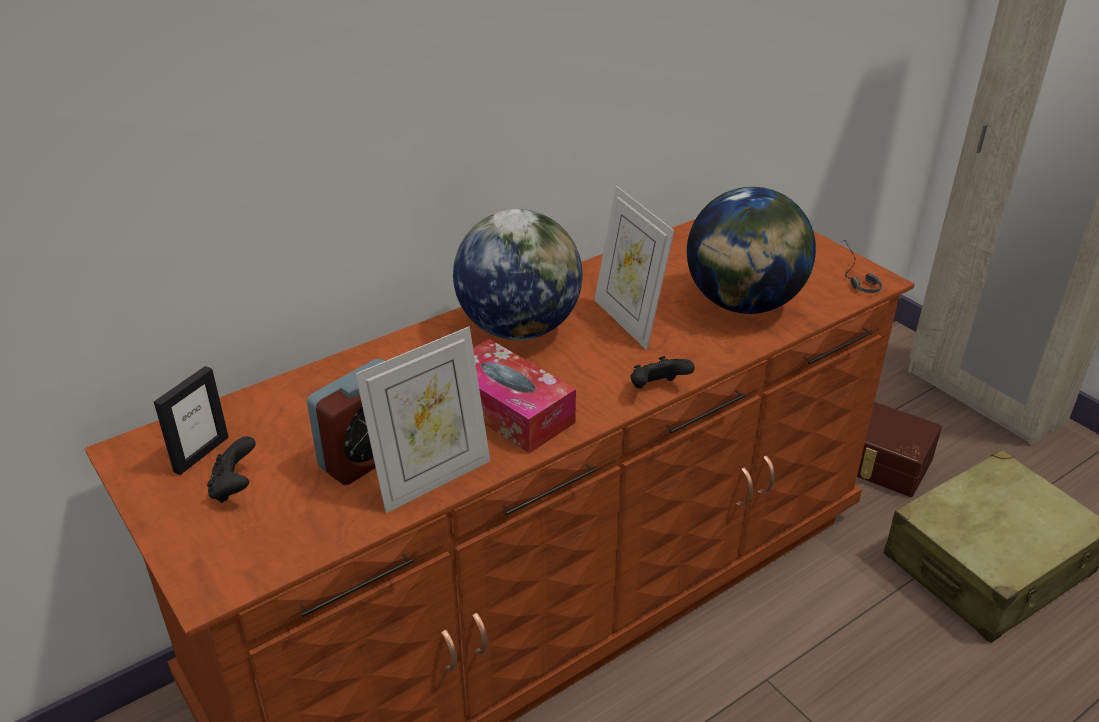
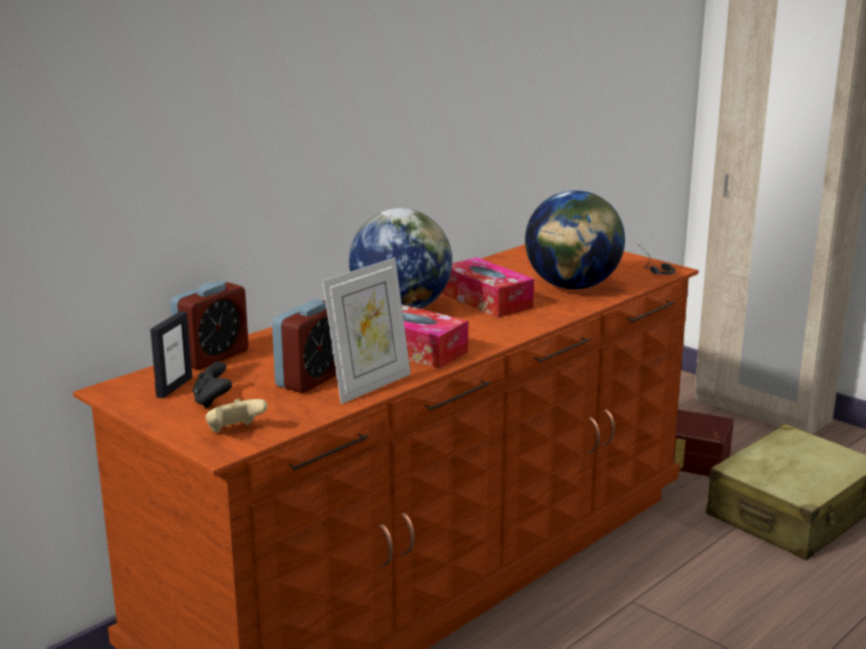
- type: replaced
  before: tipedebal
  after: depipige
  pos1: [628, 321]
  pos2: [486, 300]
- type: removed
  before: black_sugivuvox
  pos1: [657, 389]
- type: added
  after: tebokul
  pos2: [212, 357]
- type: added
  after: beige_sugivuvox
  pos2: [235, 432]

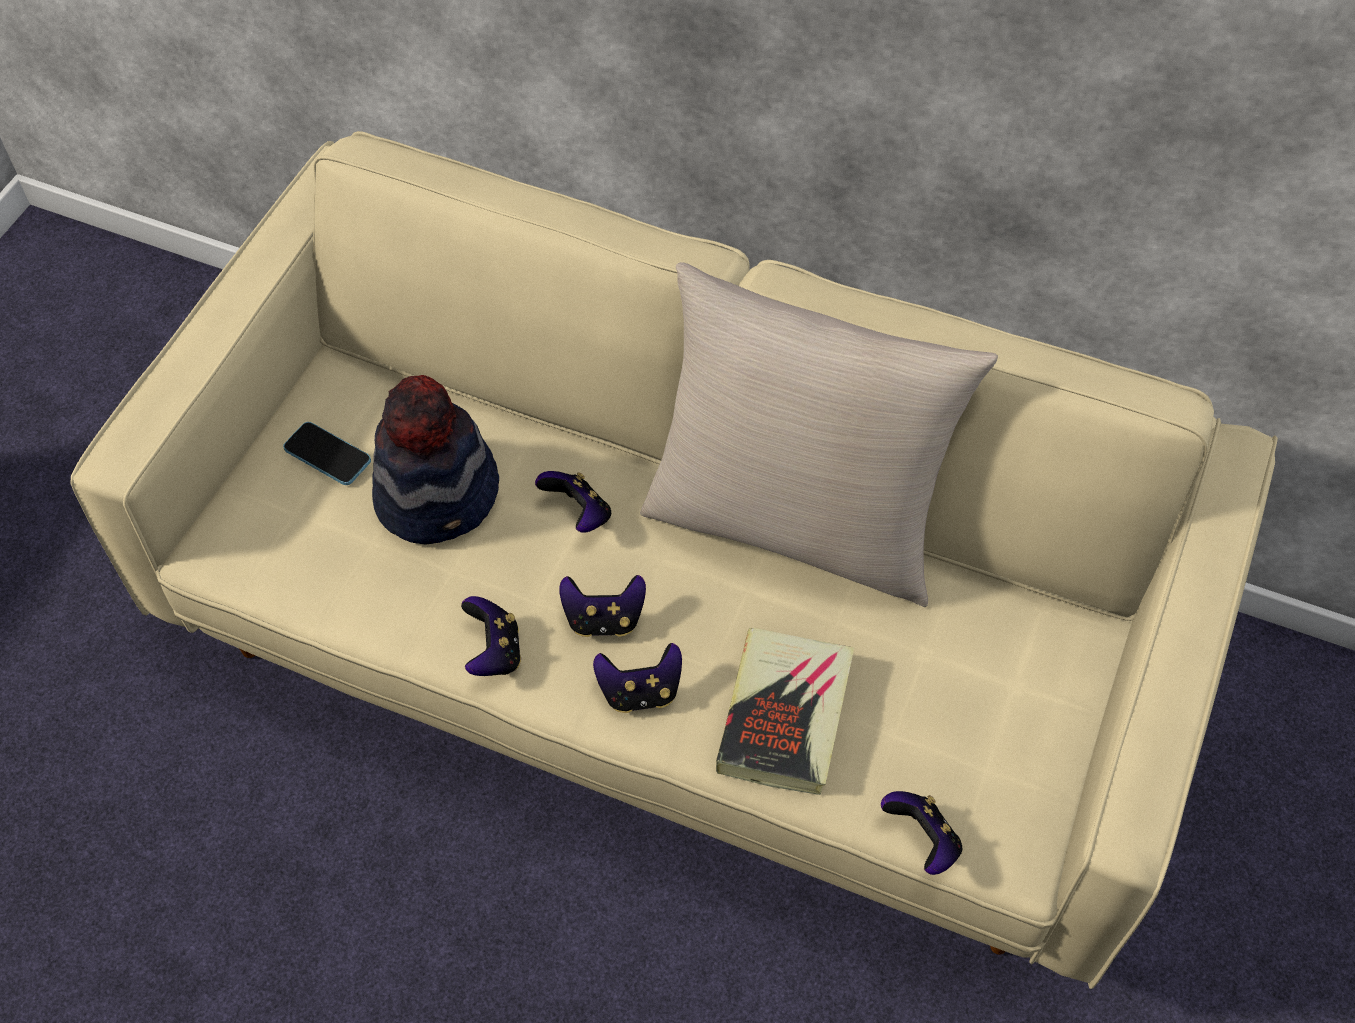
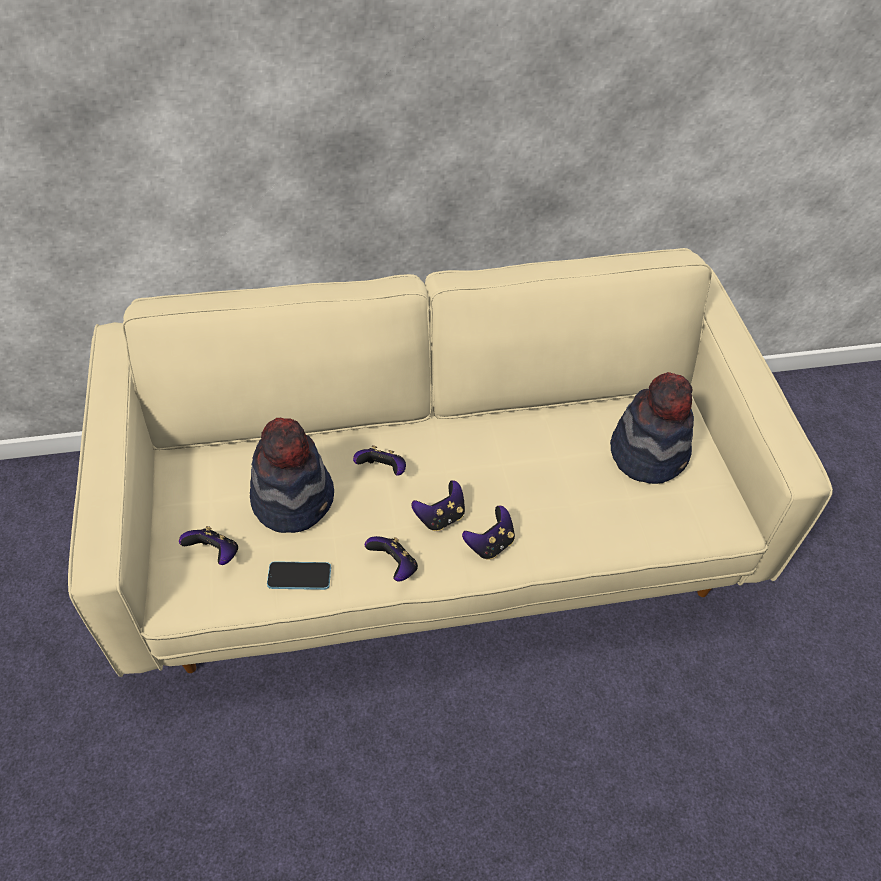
- type: moved
  before: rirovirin
  pos1: [327, 455]
  pos2: [299, 576]
- type: removed
  before: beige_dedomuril
  pos1: [796, 522]
- type: removed
  before: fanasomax
  pos1: [785, 715]
- type: moved
  before: sugivuvox
  pos1: [922, 841]
  pos2: [215, 554]
- type: added
  after: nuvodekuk
  pos2: [649, 452]

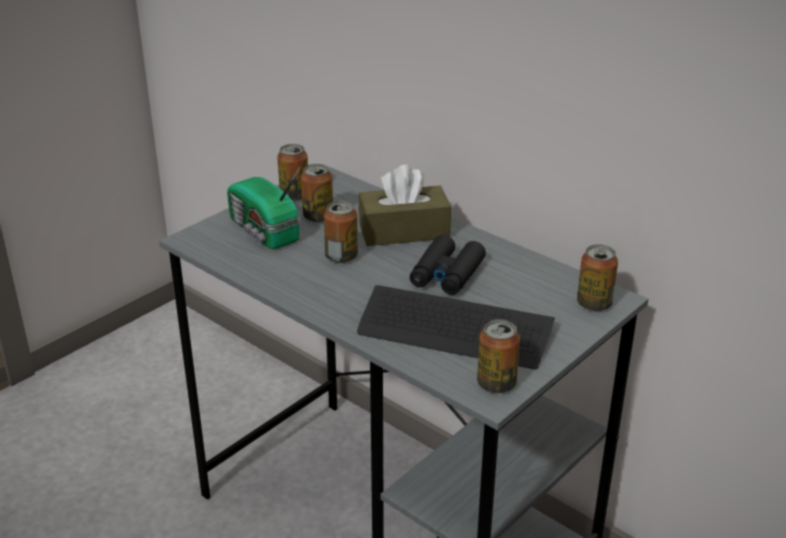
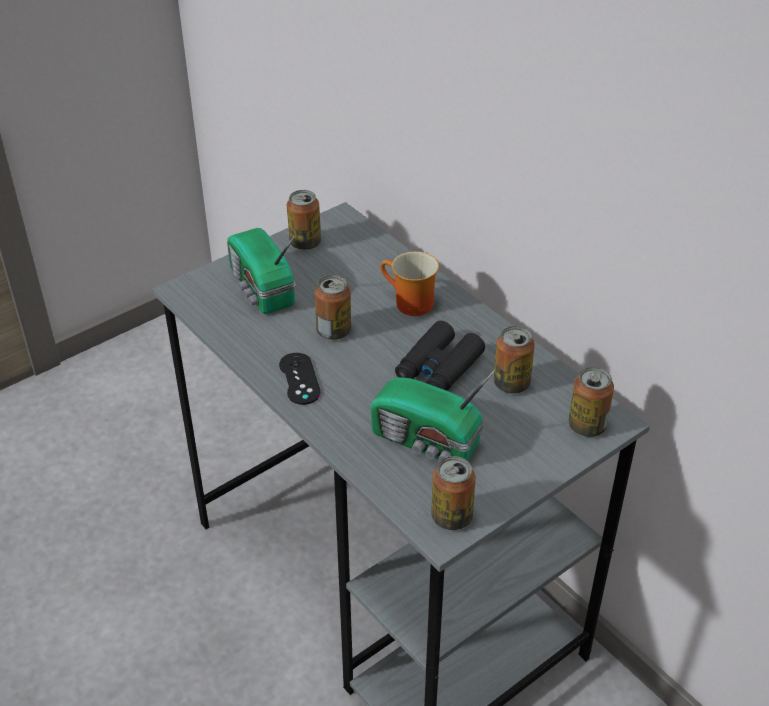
- type: moved
  before: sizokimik
  pos1: [318, 217]
  pos2: [511, 384]
- type: replaced
  before: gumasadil
  after: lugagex
  pos1: [454, 330]
  pos2: [427, 442]
- type: replaced
  before: brown_depipige
  after: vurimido
  pos1: [404, 231]
  pos2: [409, 304]
- type: added
  after: black_sugivuvox
  pos2: [299, 379]

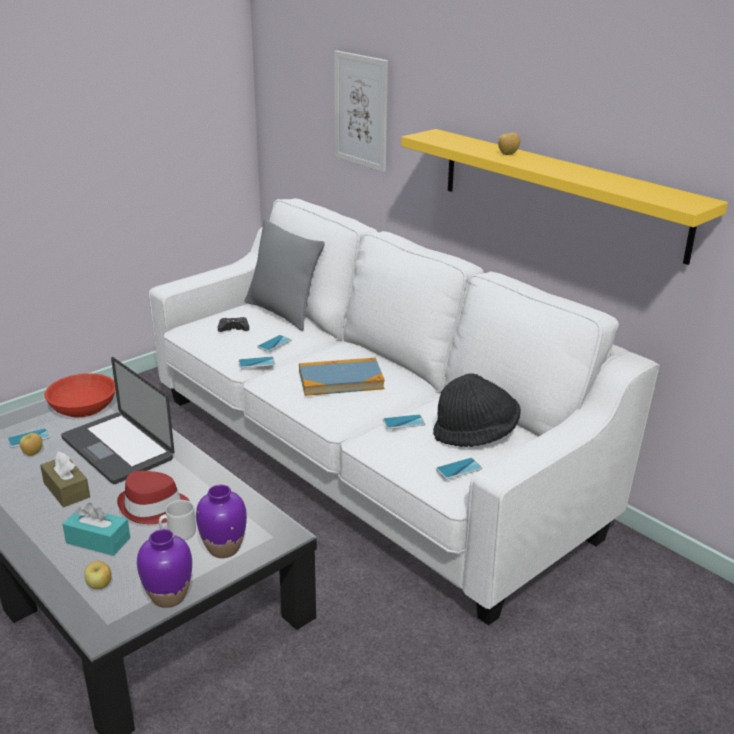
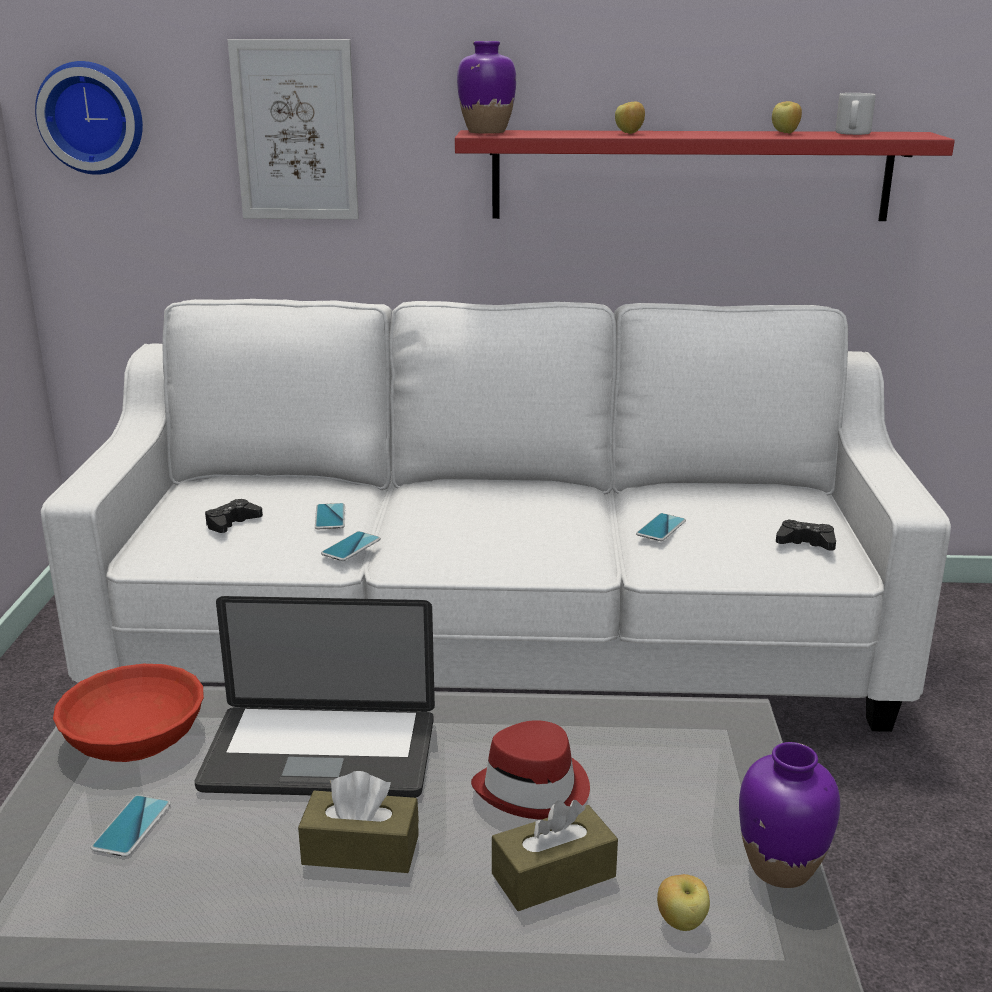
- type: moved
  before: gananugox
  pos1: [32, 453]
  pos2: [785, 133]
- type: recoloured
  before: turquoise_depipige
  after: brown_depipige
  pos1: [98, 540]
  pos2: [553, 875]
- type: moved
  before: grey_vurimido
  pos1: [178, 533]
  pos2: [852, 133]
- type: moved
  before: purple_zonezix
  pos1: [224, 548]
  pos2: [487, 132]
- type: removed
  before: grey_dedomuril
  pos1: [282, 313]
- type: removed
  before: fanasomax
  pos1: [341, 380]
- type: recoloured
  before: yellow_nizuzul
  after: red_nizuzul
  pos1: [559, 192]
  pos2: [690, 175]
- type: removed
  before: black_nuvodekuk
  pos1: [475, 434]
- type: replaced
  before: rirovirin
  after: black_sugivuvox
  pos1: [459, 469]
  pos2: [805, 543]
- type: added
  after: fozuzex
  pos2: [92, 117]

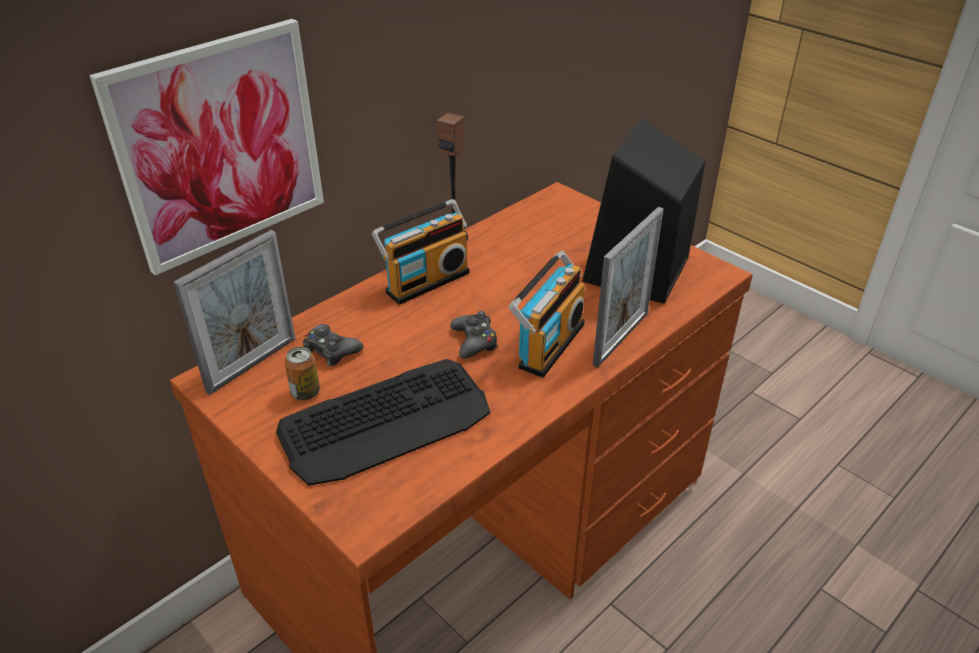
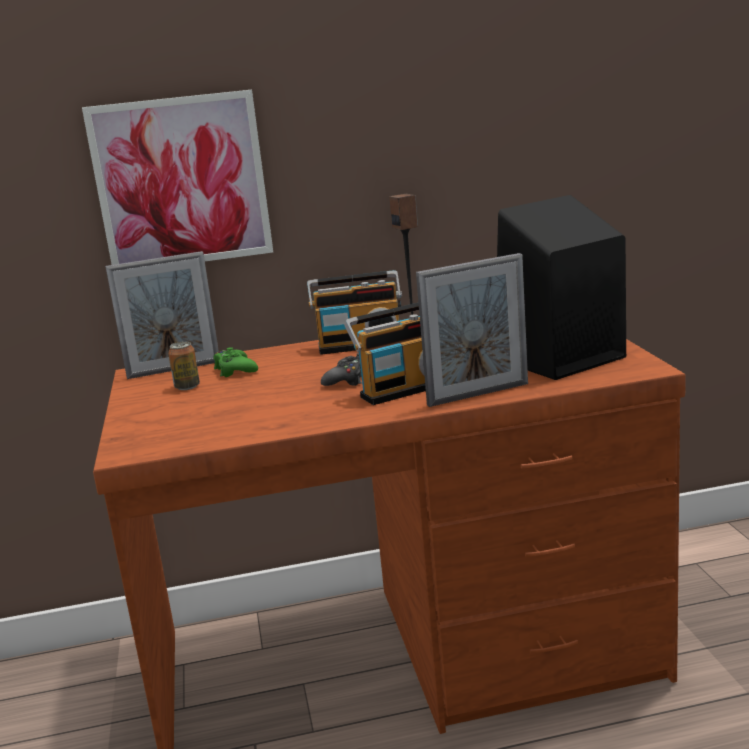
- type: removed
  before: gumasadil
  pos1: [386, 421]
- type: recoloured
  before: black_sugivuvox
  after: green_sugivuvox
  pos1: [331, 351]
  pos2: [235, 370]

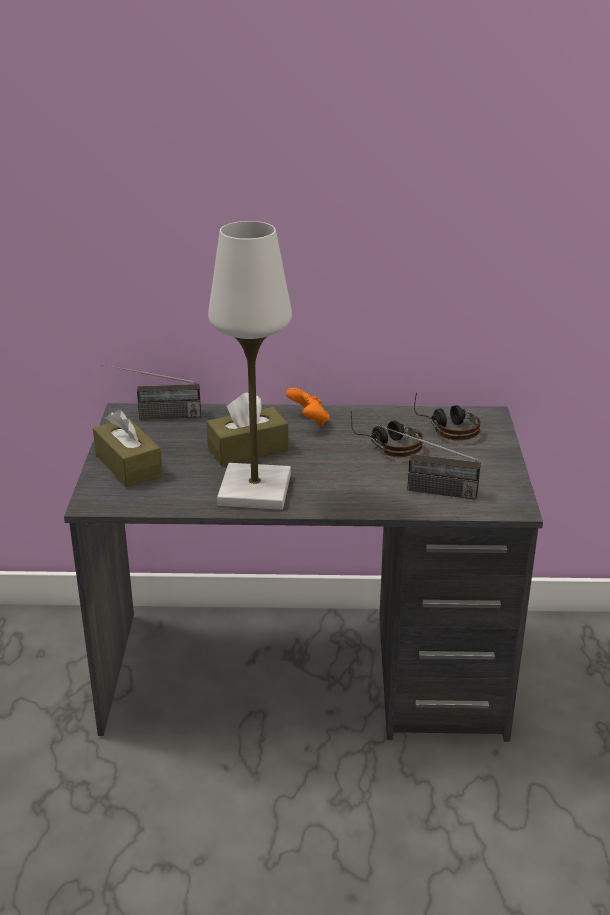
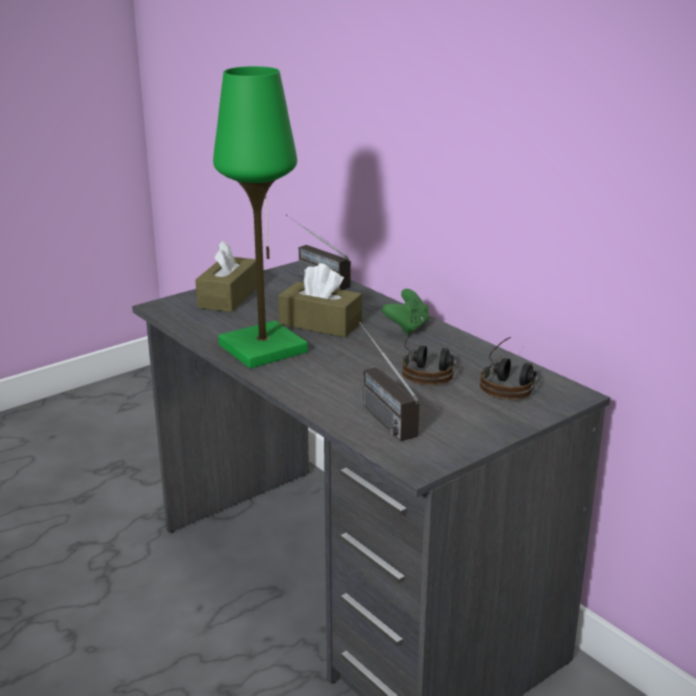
- type: recoloured
  before: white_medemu
  after: green_medemu
  pos1: [254, 490]
  pos2: [263, 348]
- type: recoloured
  before: orange_sugivuvox
  after: green_sugivuvox
  pos1: [309, 421]
  pos2: [407, 327]

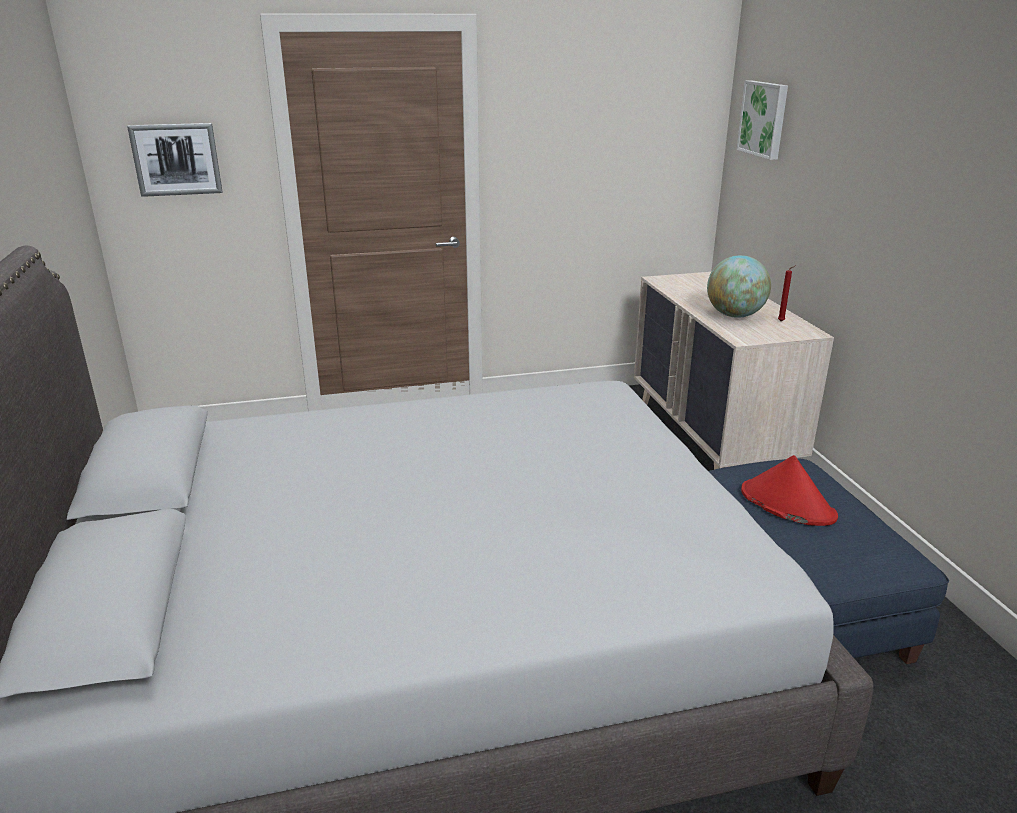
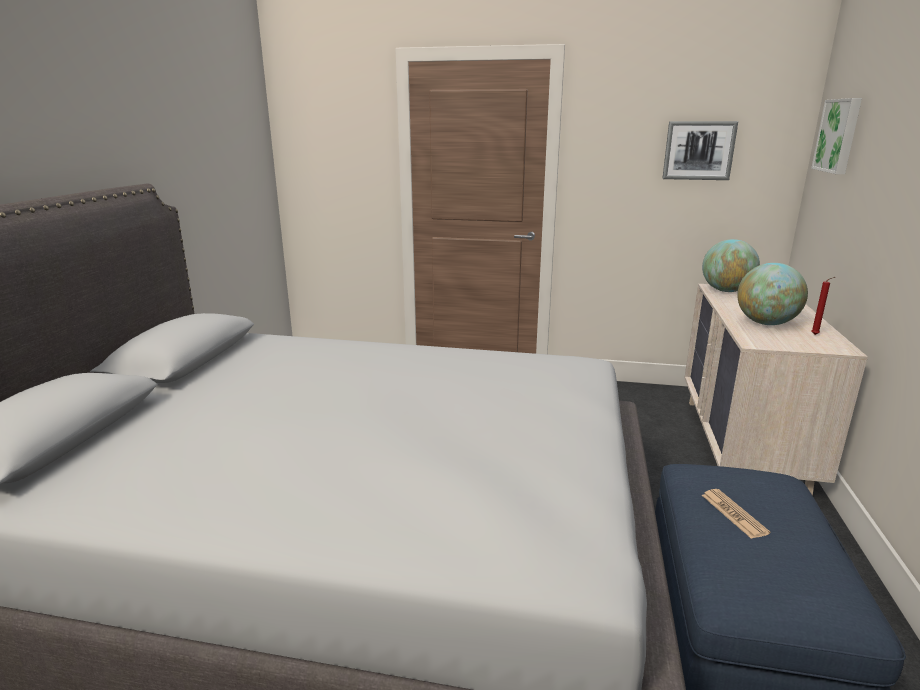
- type: moved
  before: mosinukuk
  pos1: [176, 159]
  pos2: [698, 150]
- type: replaced
  before: red_nuvodekuk
  after: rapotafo
  pos1: [787, 504]
  pos2: [733, 514]
- type: added
  after: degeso
  pos2: [726, 291]

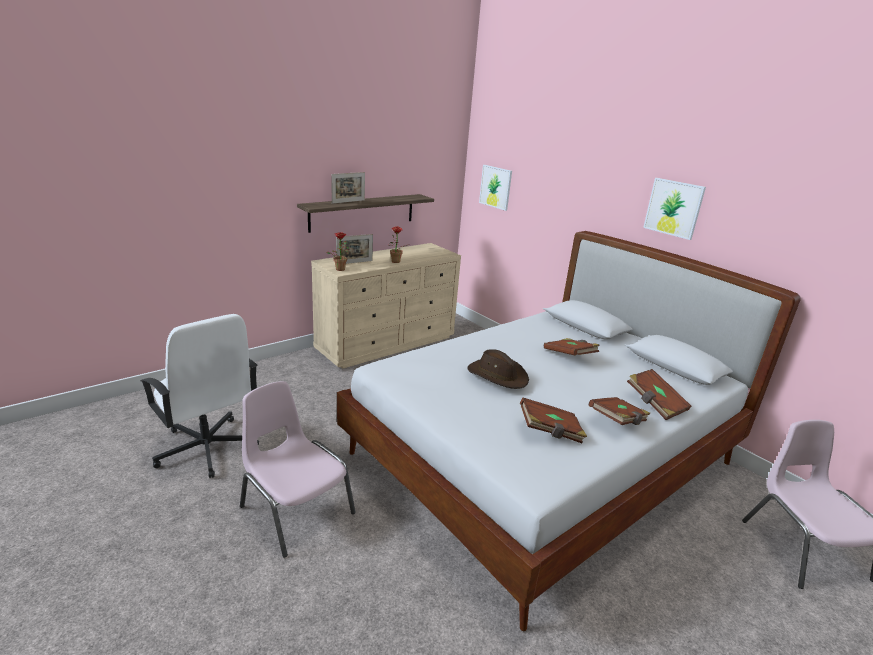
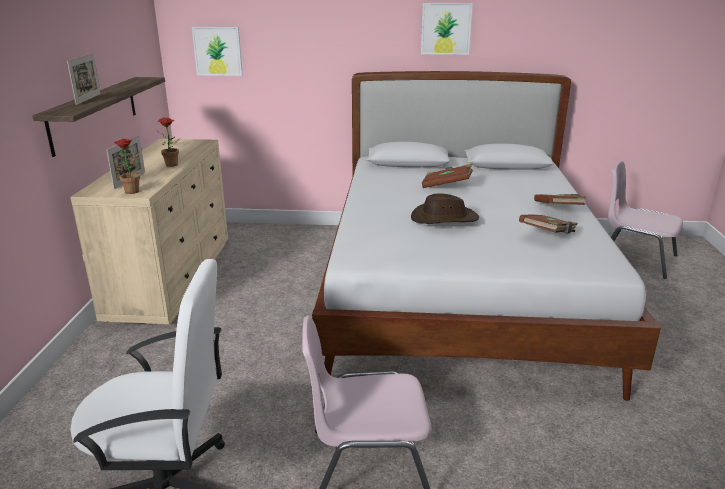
- type: removed
  before: brown_fanasomax
  pos1: [655, 404]

